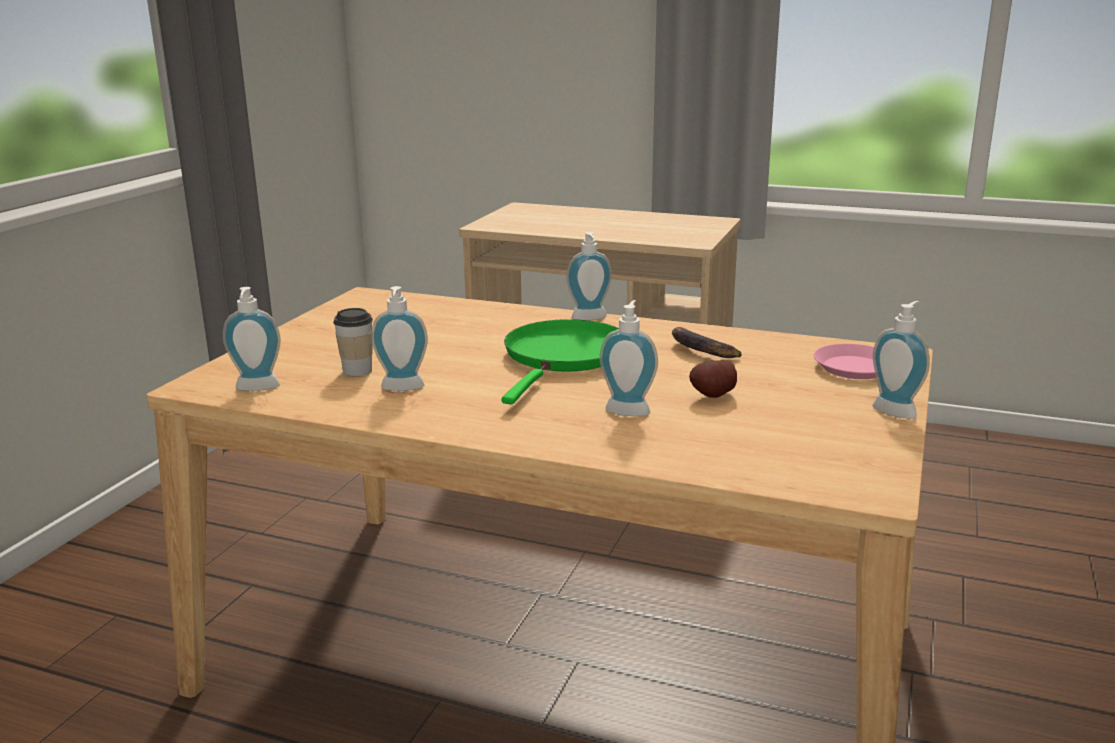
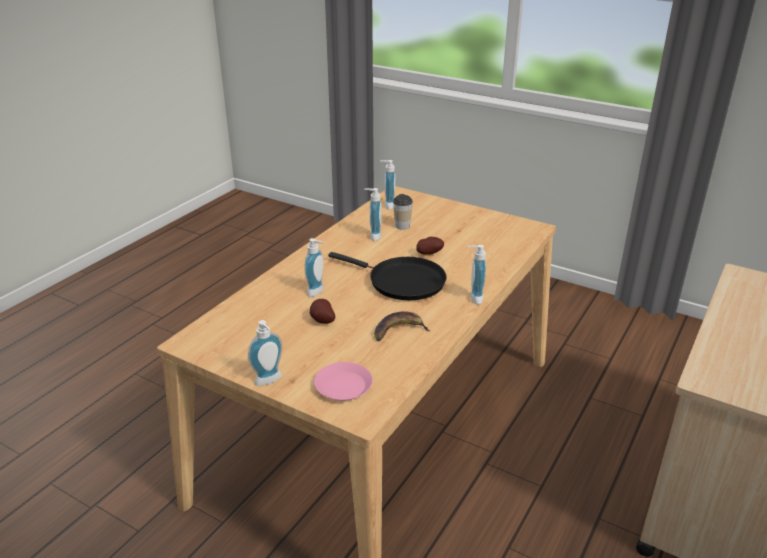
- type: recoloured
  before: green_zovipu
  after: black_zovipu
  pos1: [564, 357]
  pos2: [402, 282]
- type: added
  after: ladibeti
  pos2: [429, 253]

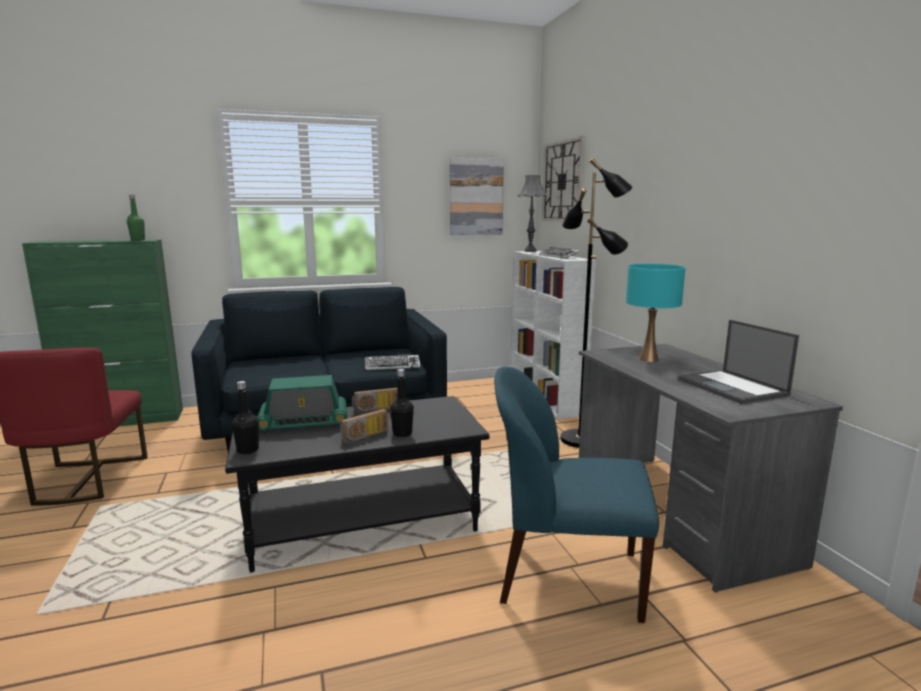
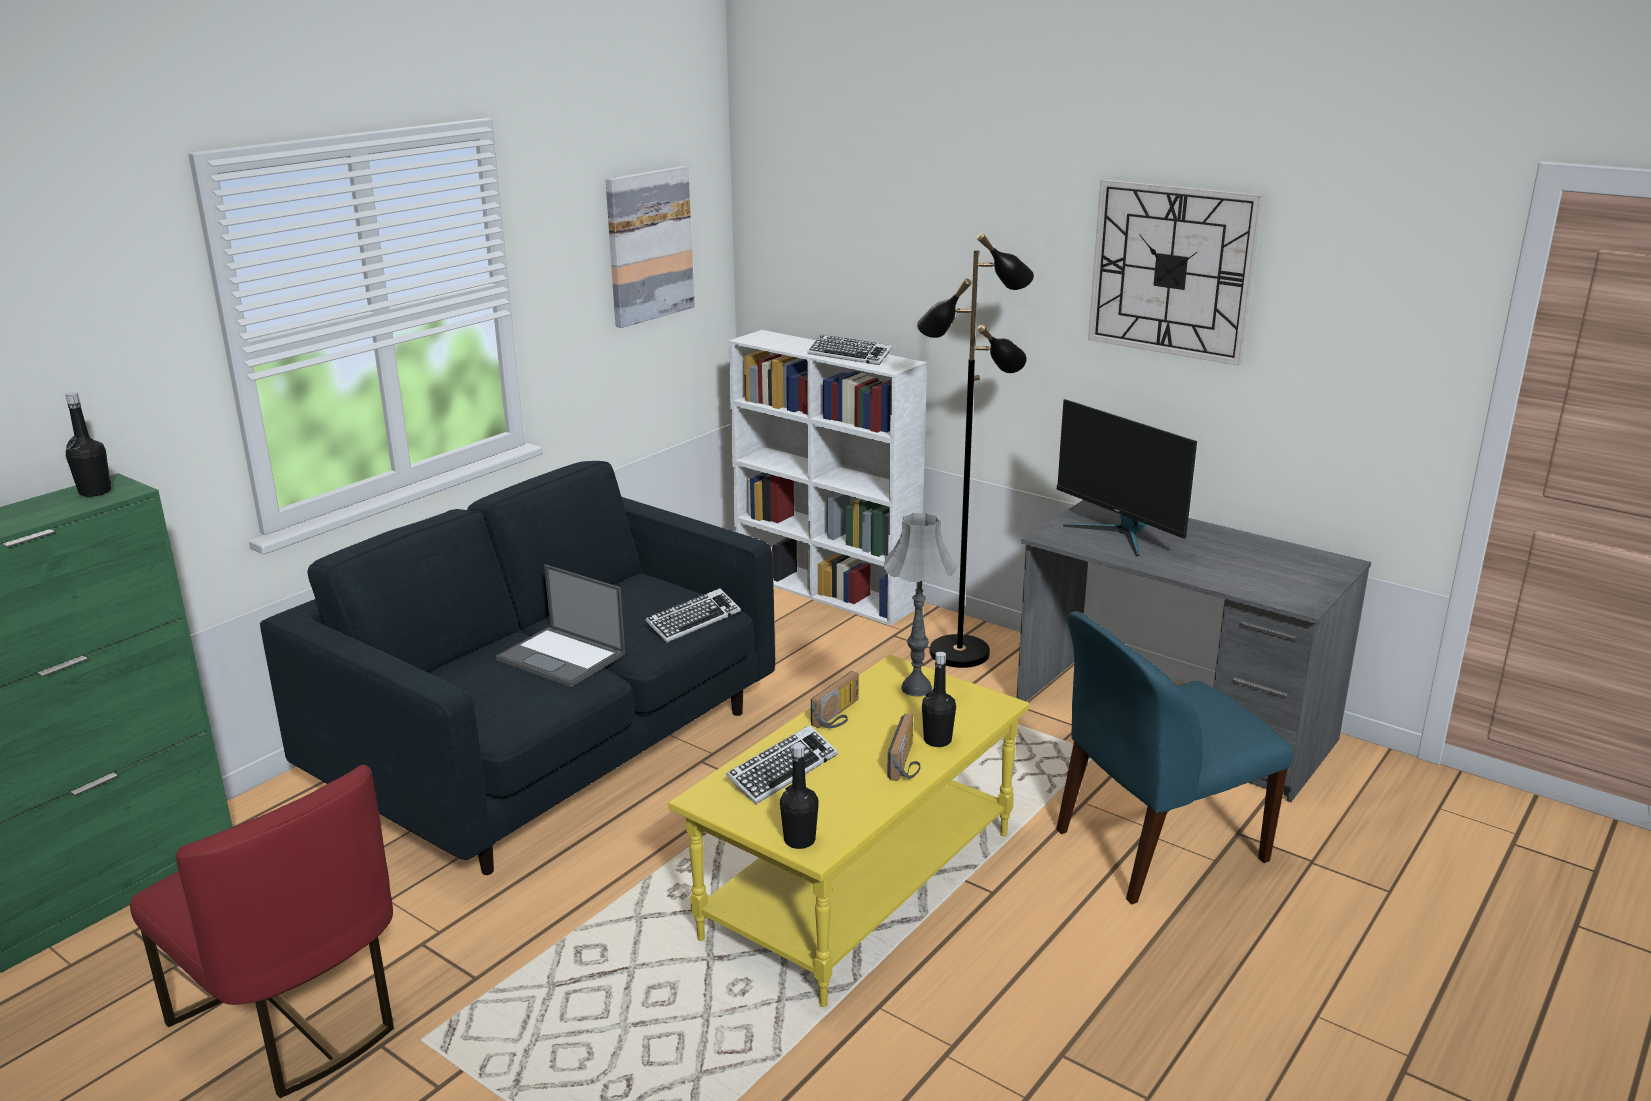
- type: recoloured
  before: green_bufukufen
  after: black_bufukufen
  pos1: [138, 240]
  pos2: [95, 492]
- type: recoloured
  before: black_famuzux
  after: yellow_famuzux
  pos1: [363, 522]
  pos2: [858, 883]
- type: replaced
  before: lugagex
  after: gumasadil
  pos1: [304, 422]
  pos2: [782, 771]
- type: moved
  before: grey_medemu
  pos1: [530, 251]
  pos2: [916, 688]
- type: moved
  before: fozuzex
  pos1: [563, 181]
  pos2: [1171, 270]
- type: replaced
  before: turquoise_medemu
  after: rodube
  pos1: [649, 359]
  pos2: [1120, 533]
- type: moved
  before: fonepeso
  pos1: [733, 387]
  pos2: [563, 657]

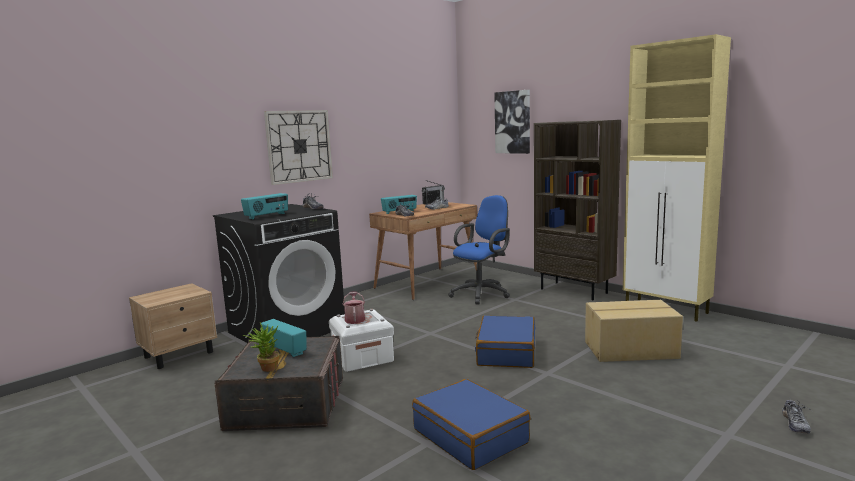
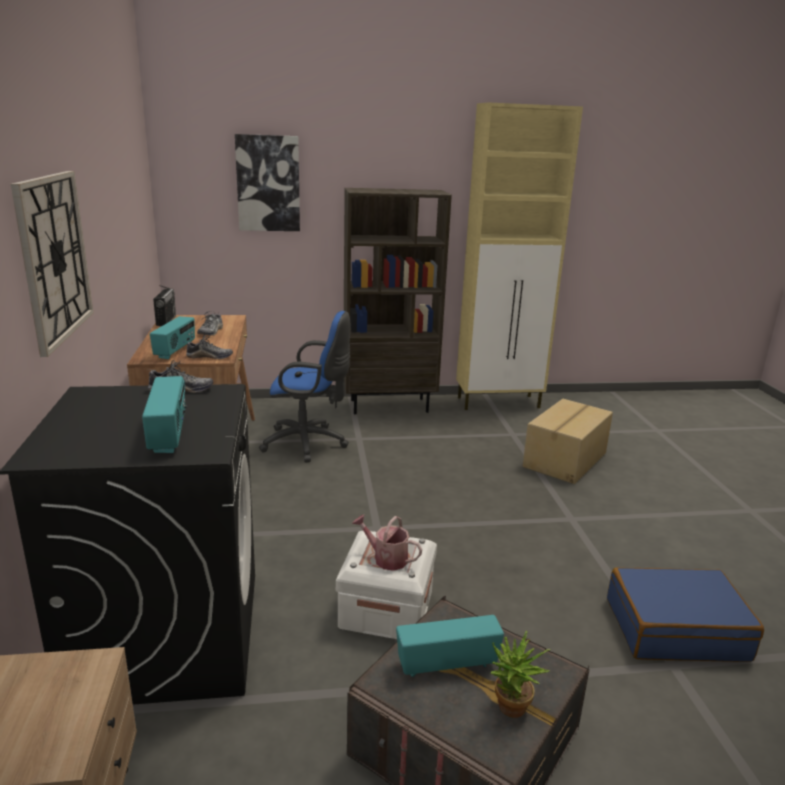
- type: turned
  before: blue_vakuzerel
  pos1: [482, 294]
  pos2: [309, 443]
  turn: 105
- type: removed
  before: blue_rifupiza
  pos1: [506, 352]
- type: removed
  before: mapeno
  pos1: [795, 424]

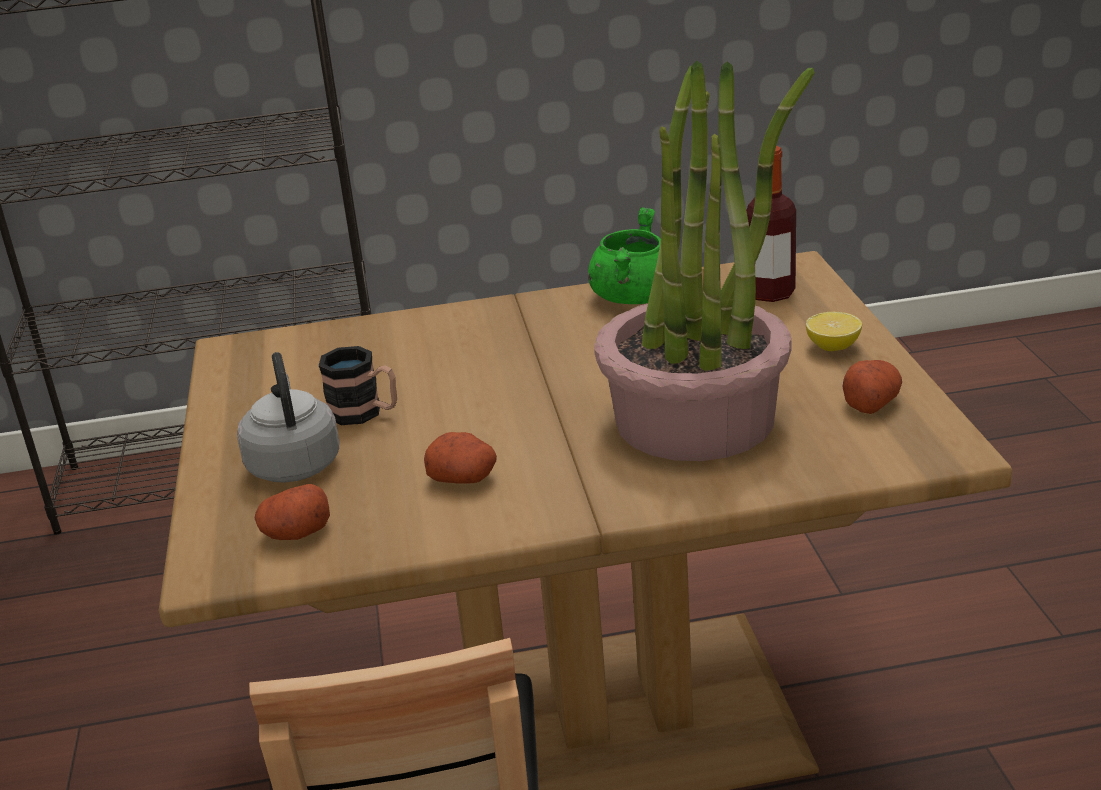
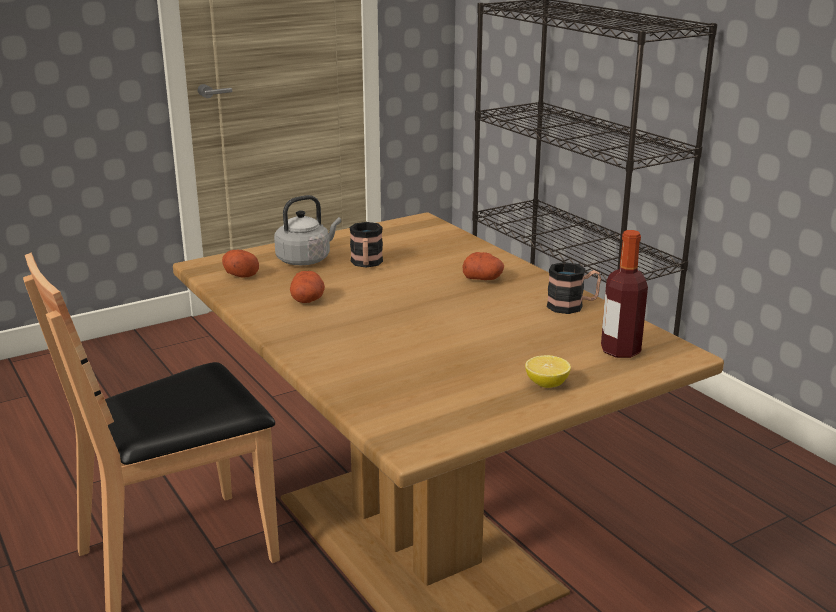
- type: replaced
  before: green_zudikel
  after: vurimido
  pos1: [633, 297]
  pos2: [572, 306]
- type: removed
  before: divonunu
  pos1: [697, 418]
- type: moved
  before: ladibeti
  pos1: [870, 402]
  pos2: [483, 279]

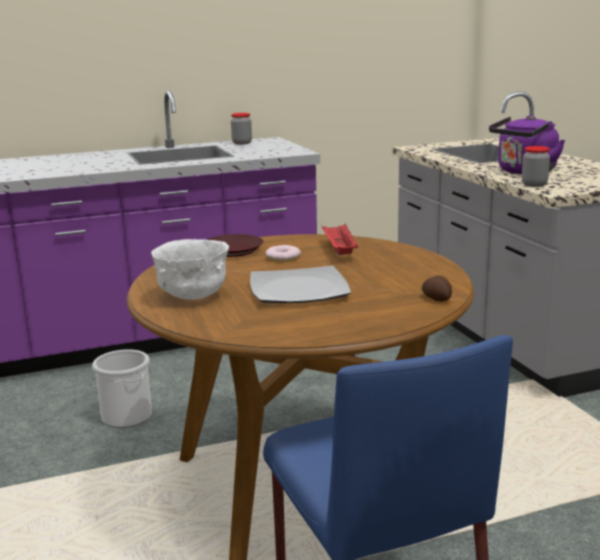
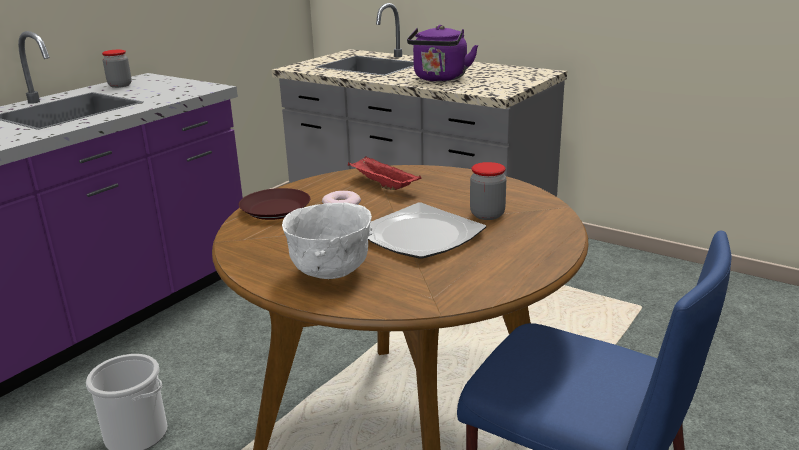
- type: removed
  before: ladibeti
  pos1: [437, 298]
- type: moved
  before: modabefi
  pos1: [534, 185]
  pos2: [487, 215]

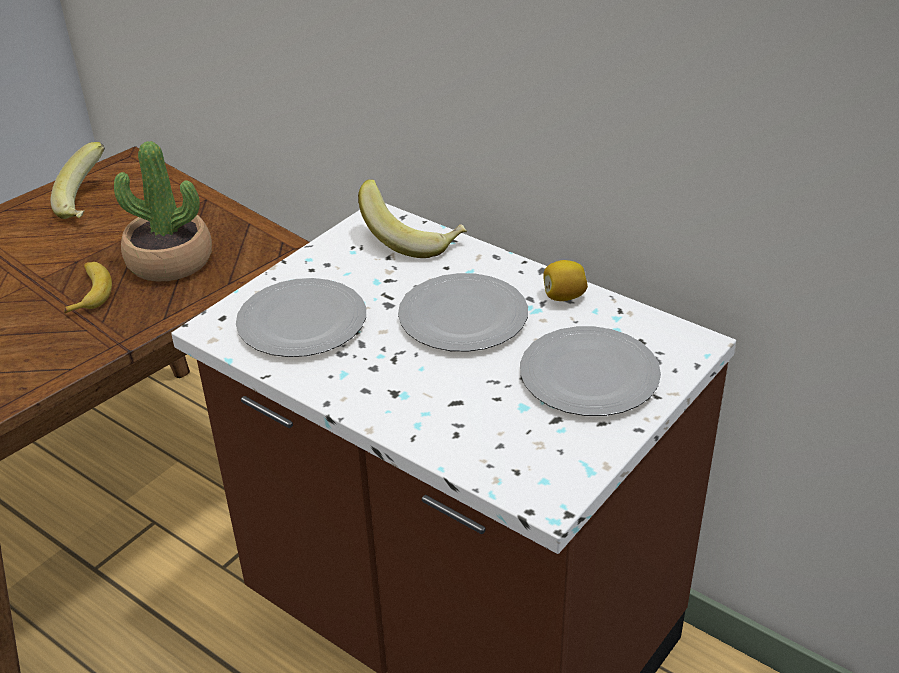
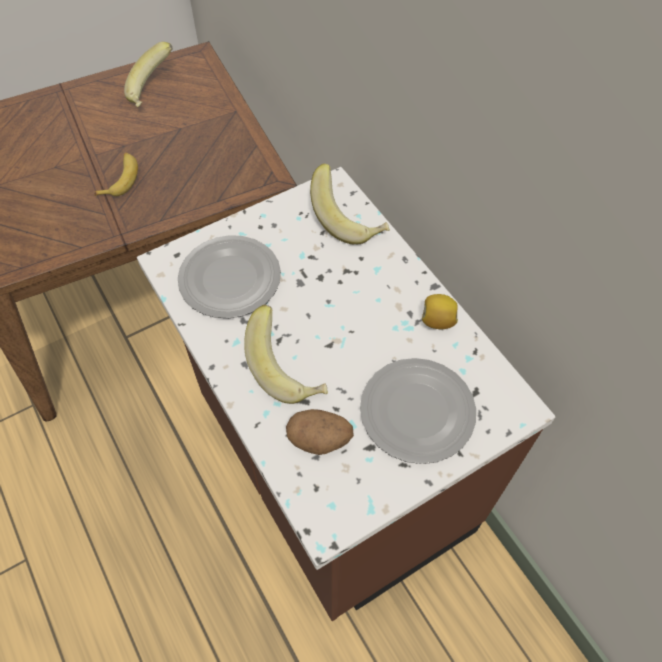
- type: removed
  before: divonunu
  pos1: [170, 261]
- type: removed
  before: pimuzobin
  pos1: [462, 316]
- type: added
  after: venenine
  pos2: [288, 369]
- type: added
  after: ladibeti
  pos2: [320, 439]

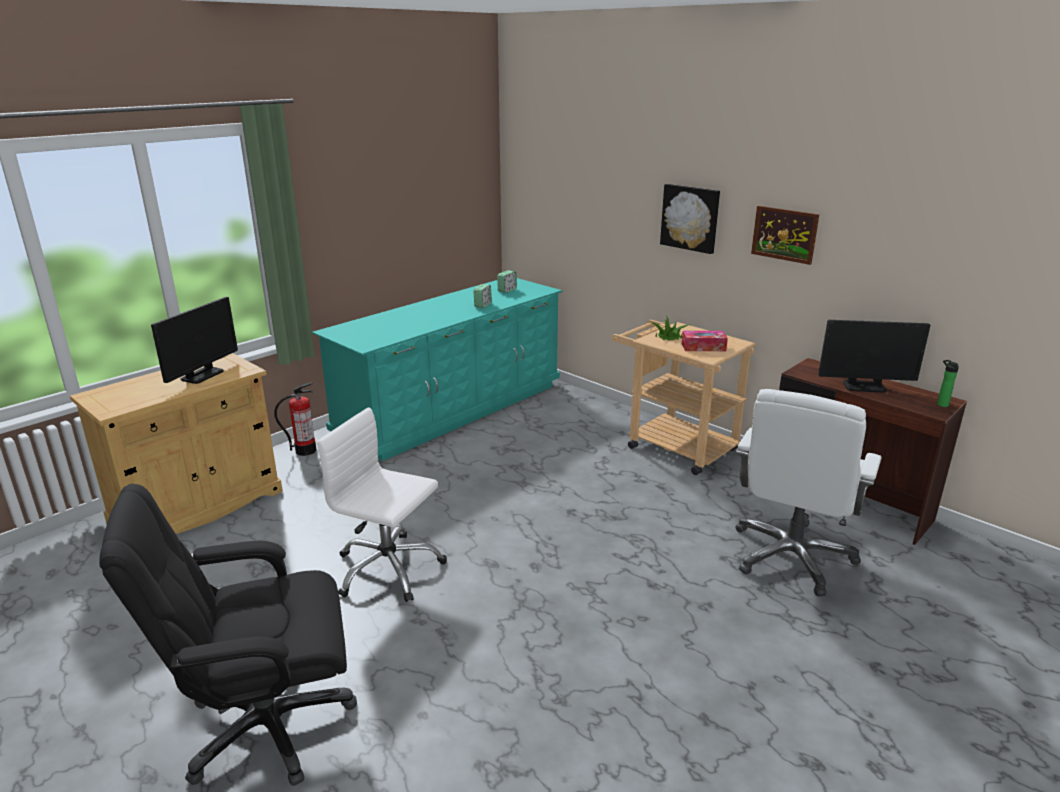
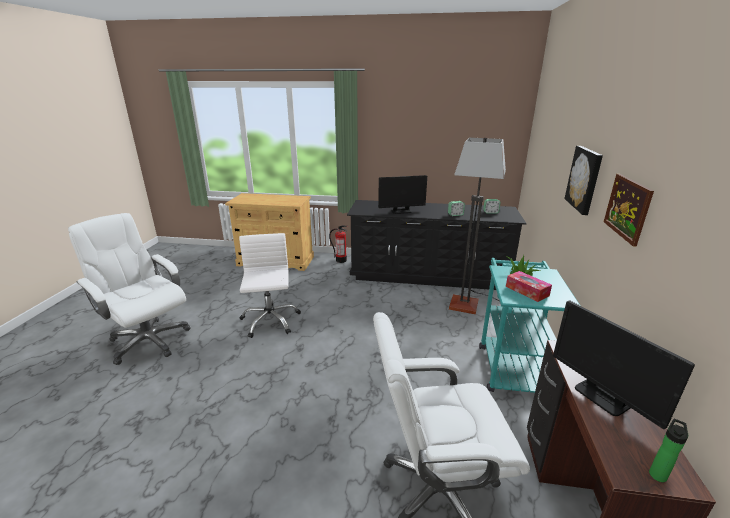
- type: recoloured
  before: black_vakuzerel
  after: white_vakuzerel
  pos1: [266, 725]
  pos2: [148, 341]
- type: moved
  before: rodube
  pos1: [202, 375]
  pos2: [401, 211]
- type: recoloured
  before: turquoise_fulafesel
  after: black_fulafesel
  pos1: [452, 409]
  pos2: [428, 274]
- type: recoloured
  before: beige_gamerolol
  after: turquoise_gamerolol
  pos1: [673, 445]
  pos2: [512, 365]
- type: added
  after: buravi
  pos2: [473, 305]

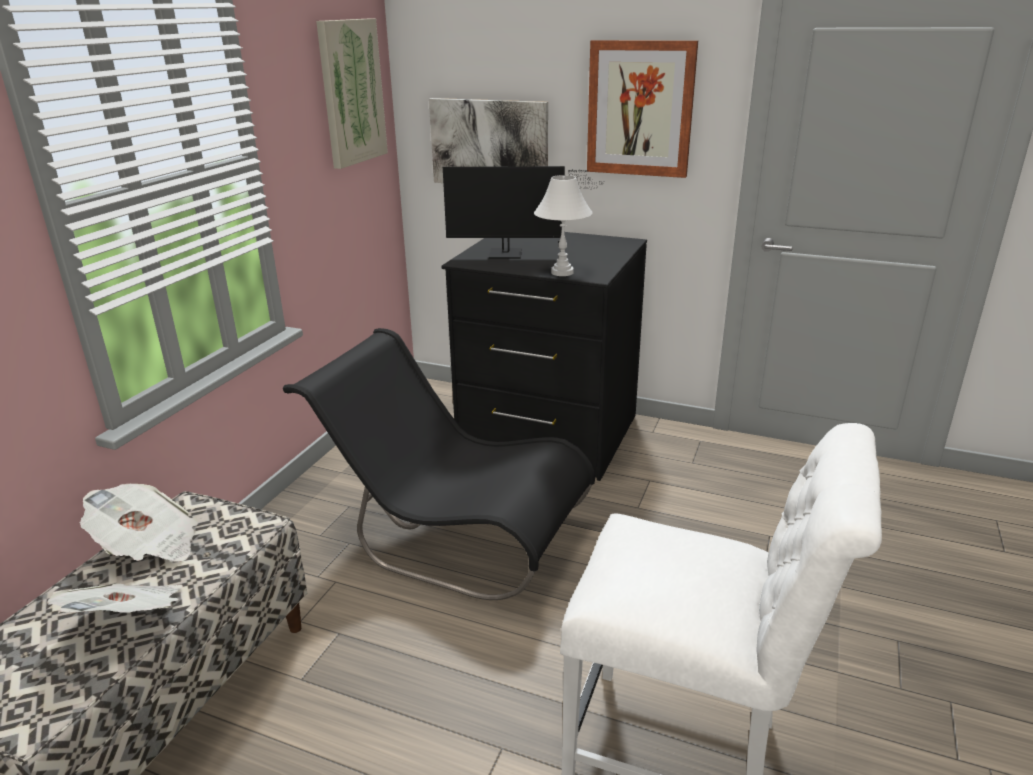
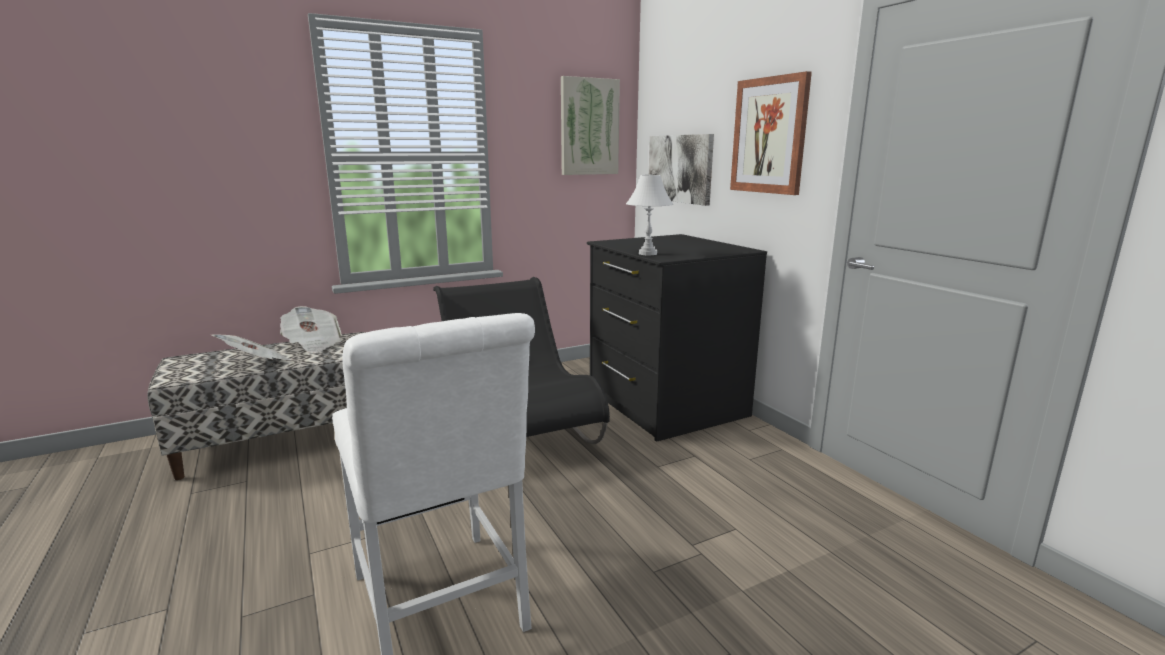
- type: removed
  before: rodube
  pos1: [511, 254]

